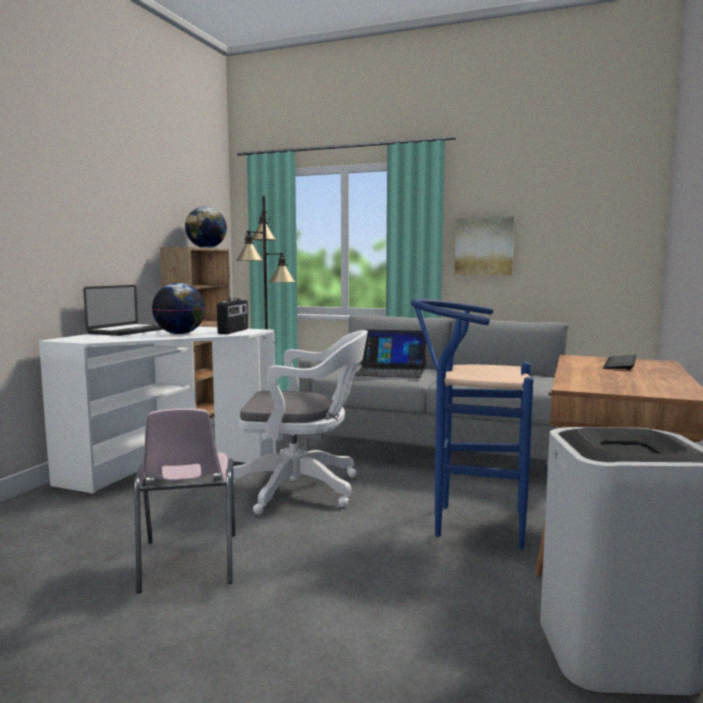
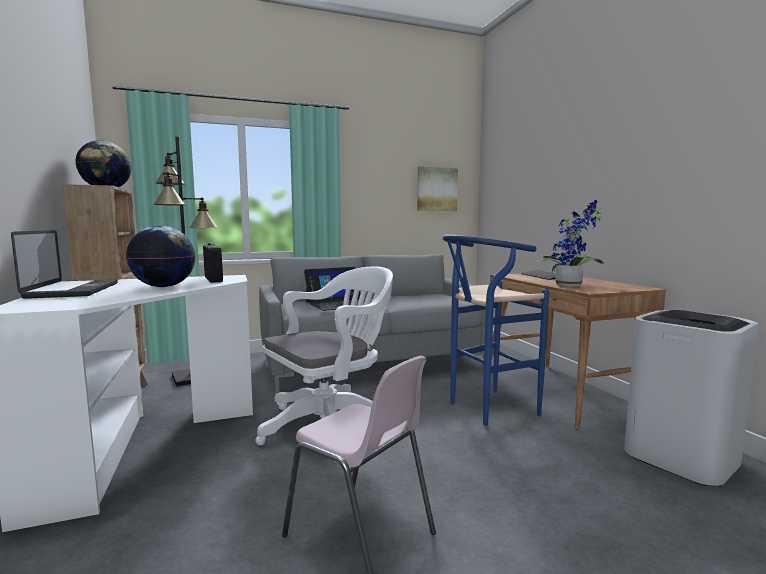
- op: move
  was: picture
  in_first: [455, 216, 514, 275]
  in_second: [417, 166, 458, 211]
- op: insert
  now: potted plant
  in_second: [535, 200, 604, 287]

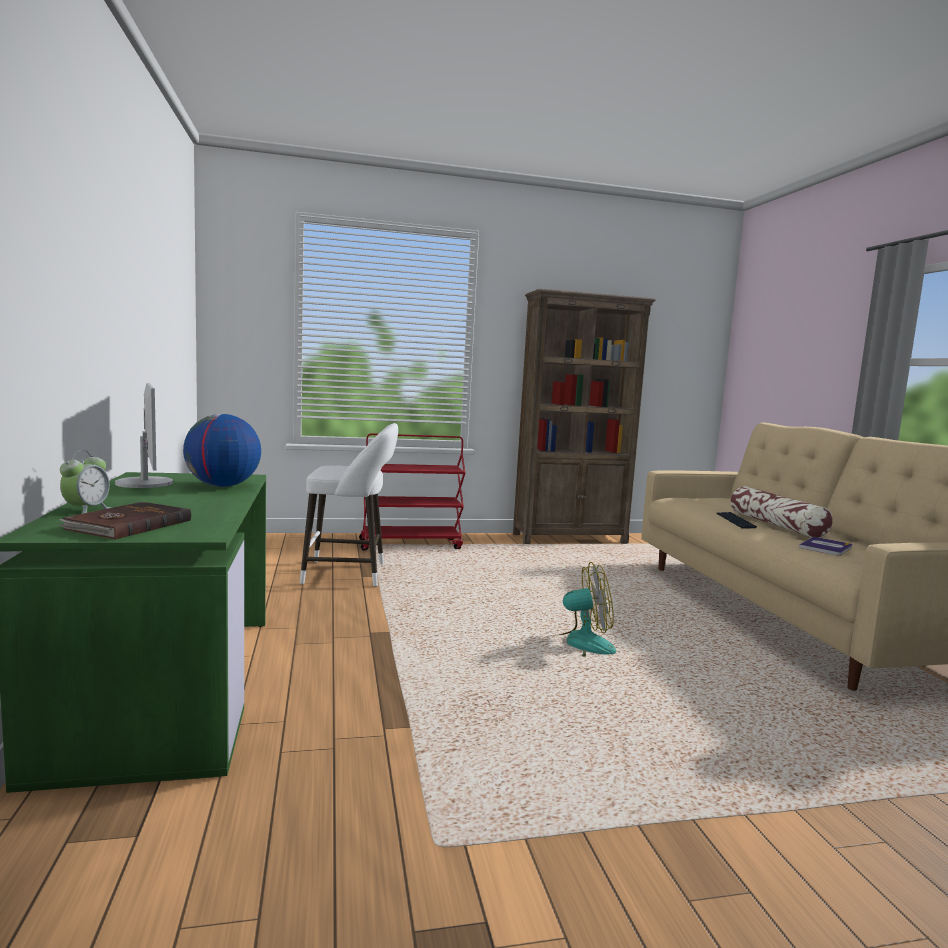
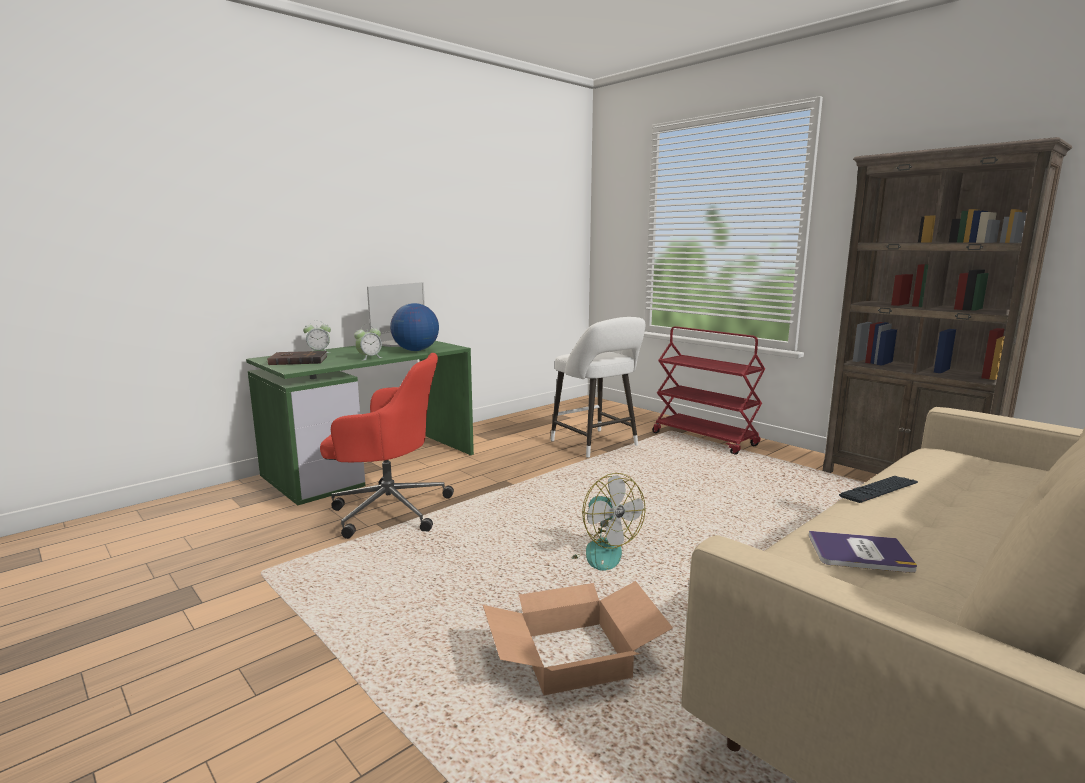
- op: delete
  was: pillow
  in_first: [731, 486, 833, 538]
- op: insert
  now: red office chair
  in_second: [320, 353, 454, 539]
- op: insert
  now: alarm clock
  in_second: [354, 324, 383, 361]
- op: insert
  now: cardboard box
  in_second: [483, 581, 673, 695]

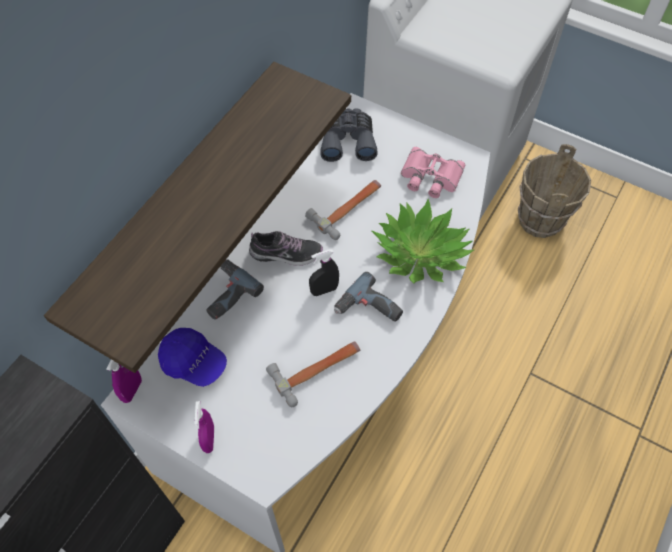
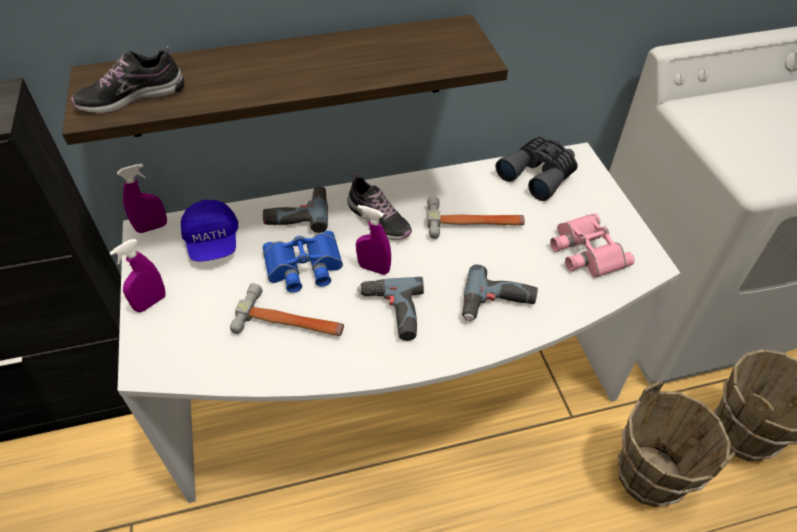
- op: recolor
  was: black spray bottle
  now: purple spray bottle
  in_first: [309, 249, 339, 296]
  in_second: [356, 205, 391, 275]
- op: replace
  was: potted plant
  now: power drill
  in_first: [372, 199, 474, 284]
  in_second: [462, 265, 538, 322]
- op: insert
  now: shoe
  in_second: [71, 46, 184, 113]
- op: insert
  now: blue binoculars
  in_second: [263, 231, 343, 293]
- op: insert
  now: brown bucket
  in_second: [617, 381, 736, 507]

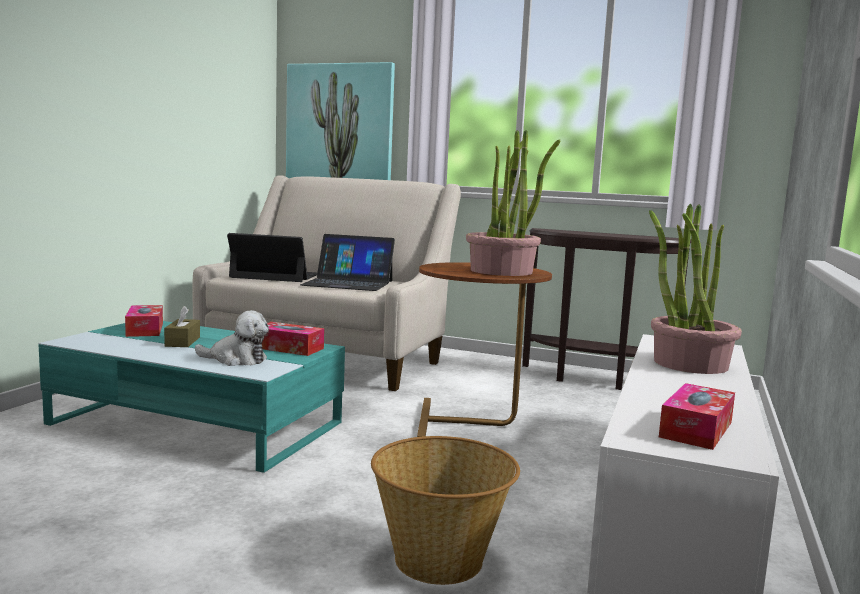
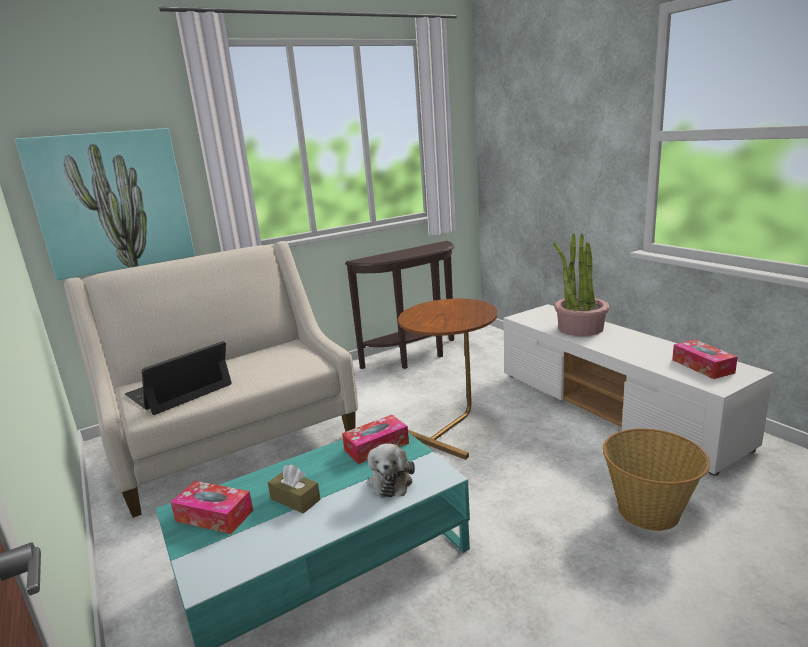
- op: rotate
  was: plush toy
  in_first: [195, 310, 269, 366]
  in_second: [367, 444, 415, 498]
  clockwise: 135
- op: delete
  was: laptop
  in_first: [300, 234, 395, 291]
- op: delete
  was: potted plant
  in_first: [466, 130, 560, 276]

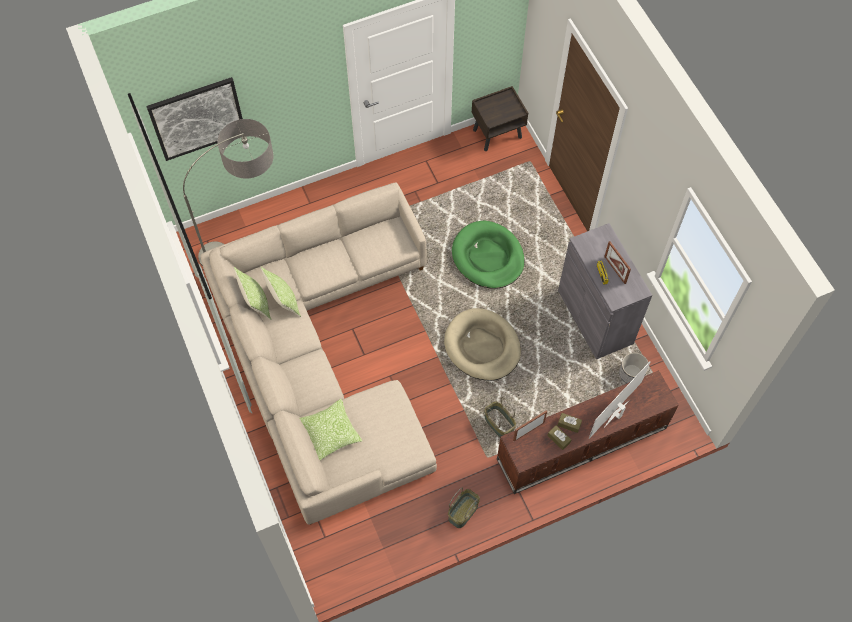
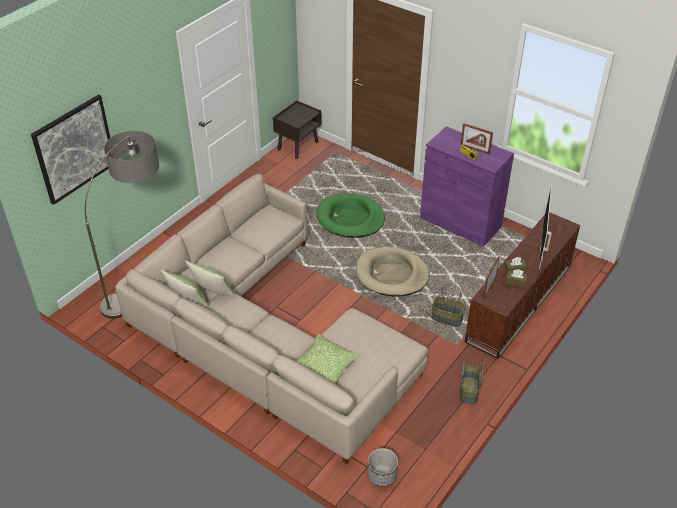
- op: recolor
  was: grey cabinet
  now: purple cabinet
  in_first: [558, 223, 652, 359]
  in_second: [420, 126, 514, 247]
- op: move
  was: planter
  in_first: [619, 352, 649, 383]
  in_second: [368, 448, 398, 487]

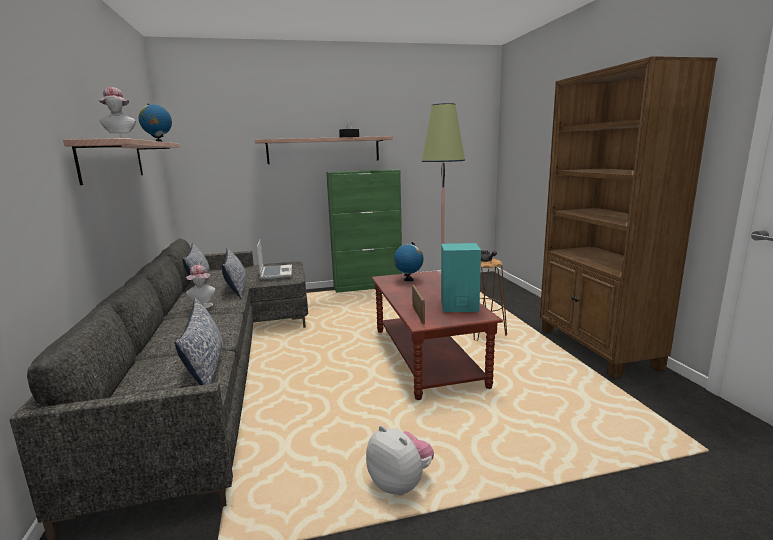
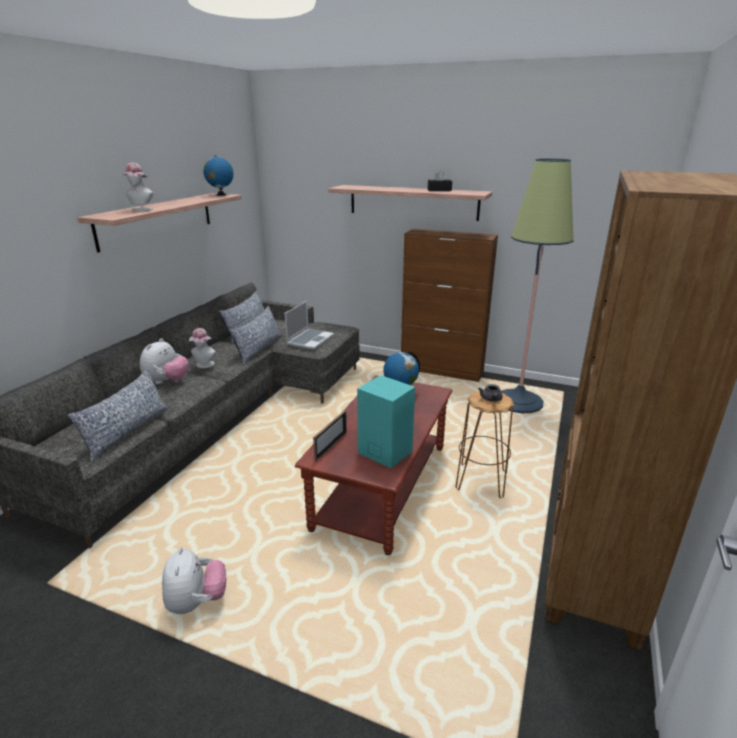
- op: recolor
  was: green cabinet
  now: brown cabinet
  in_first: [326, 169, 402, 293]
  in_second: [401, 229, 498, 382]
- op: insert
  now: plush toy
  in_second: [139, 338, 189, 384]

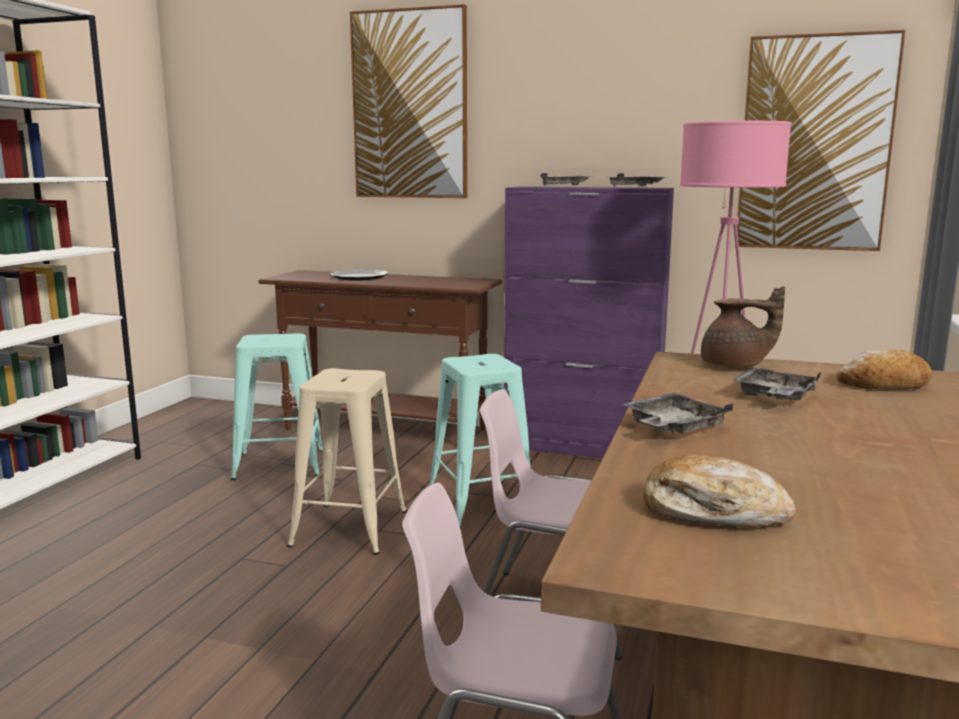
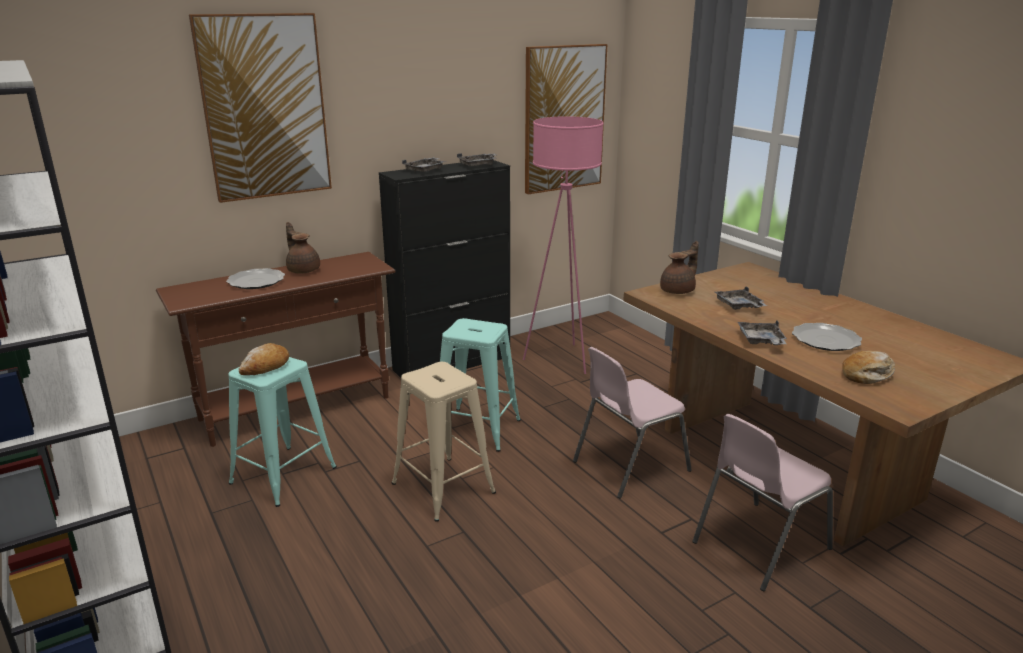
- op: recolor
  was: purple cabinet
  now: black cabinet
  in_first: [504, 187, 674, 458]
  in_second: [379, 160, 510, 378]
- op: move
  was: bread
  in_first: [836, 349, 932, 390]
  in_second: [239, 343, 289, 375]
- op: insert
  now: brown teapot
  in_second: [286, 222, 320, 273]
- op: insert
  now: plate
  in_second: [792, 323, 862, 351]

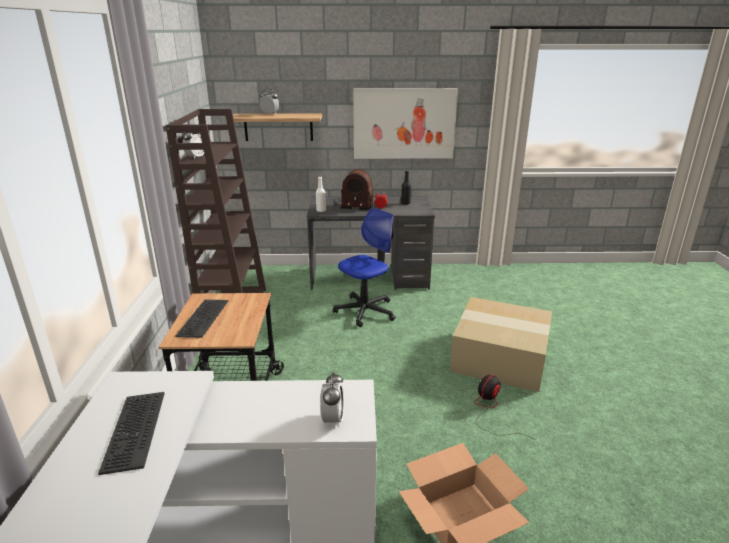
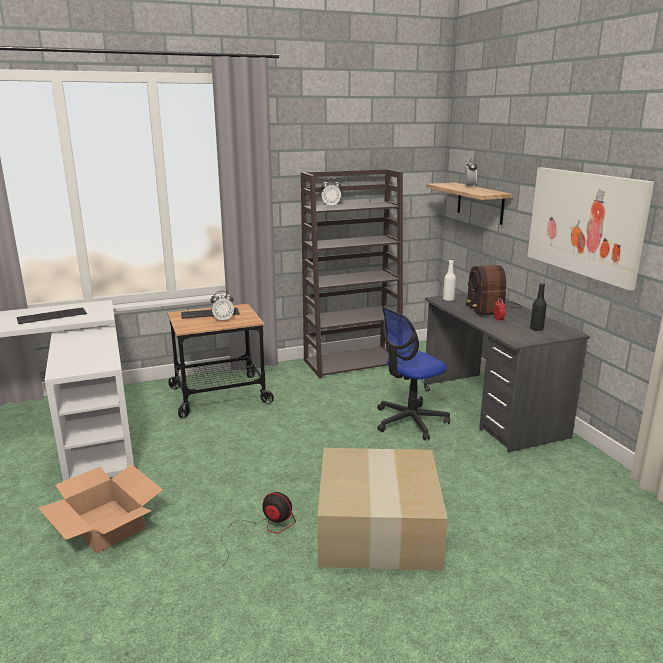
- op: move
  was: alarm clock
  in_first: [320, 372, 344, 427]
  in_second: [210, 291, 234, 322]
- op: rotate
  was: office chair
  in_first: [333, 208, 396, 327]
  in_second: [377, 307, 450, 440]
  clockwise: 120

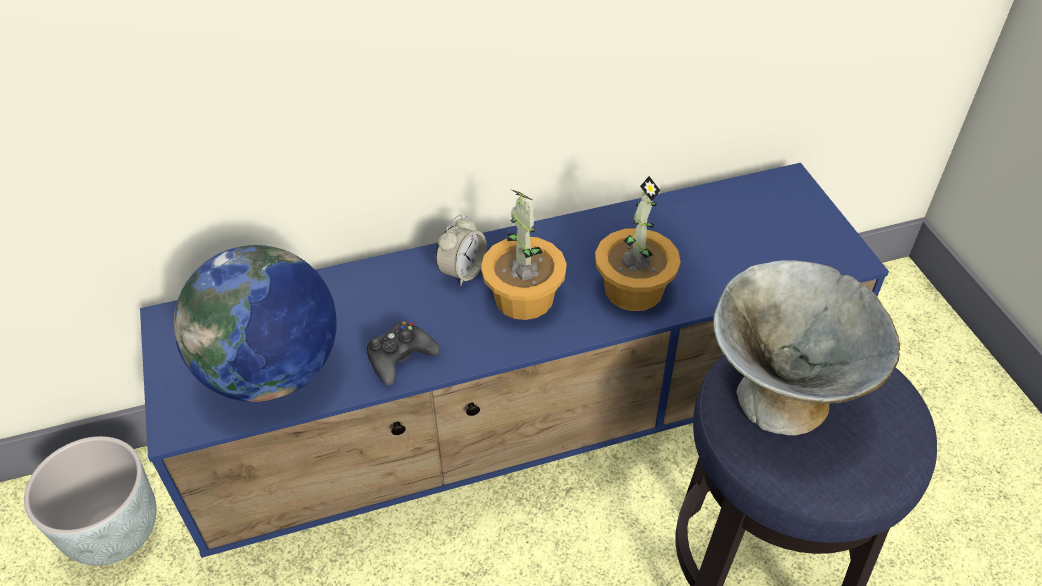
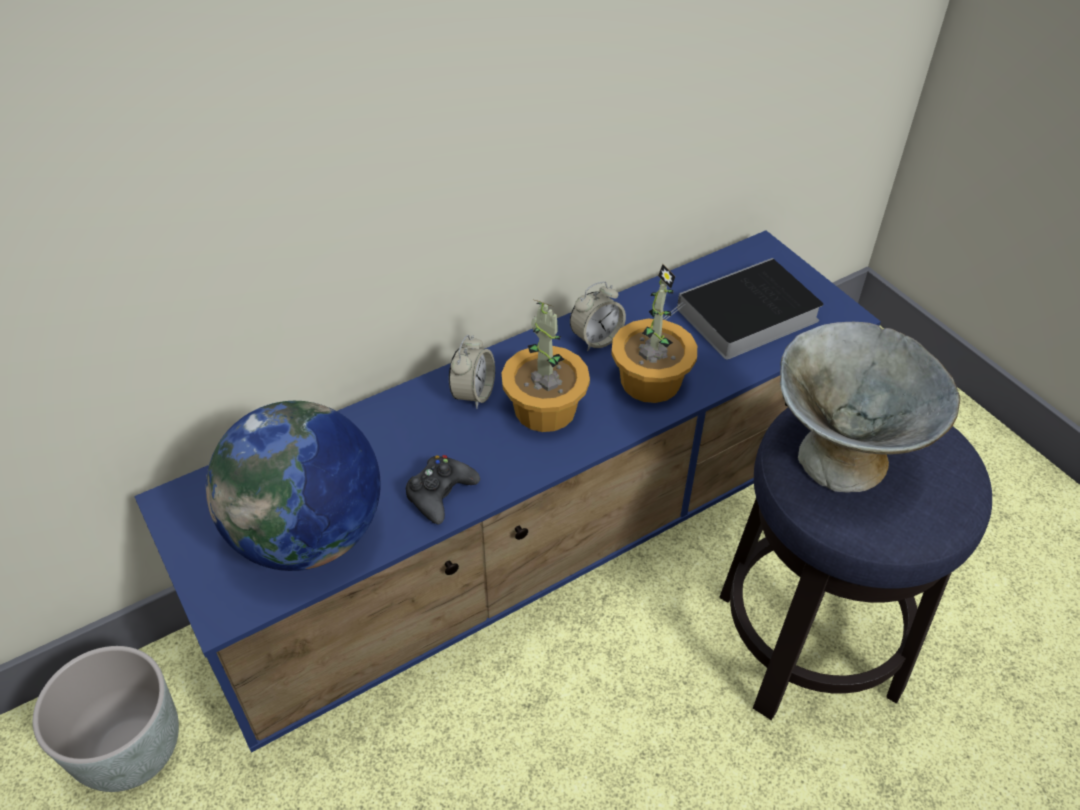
- op: insert
  now: alarm clock
  in_second: [570, 281, 626, 351]
- op: insert
  now: book
  in_second: [663, 258, 824, 359]

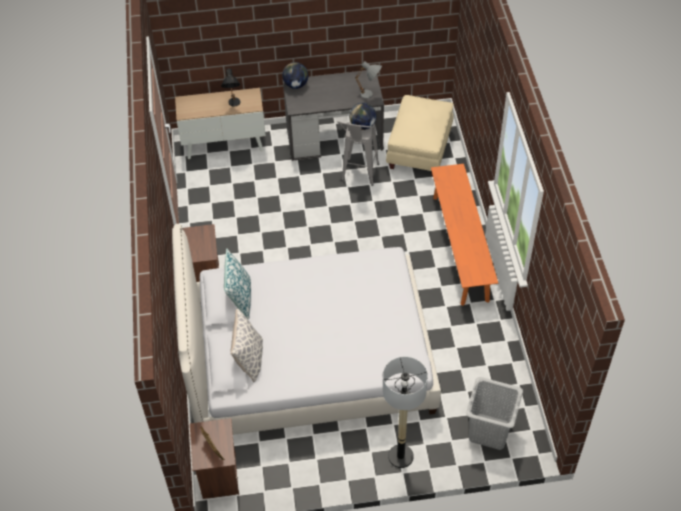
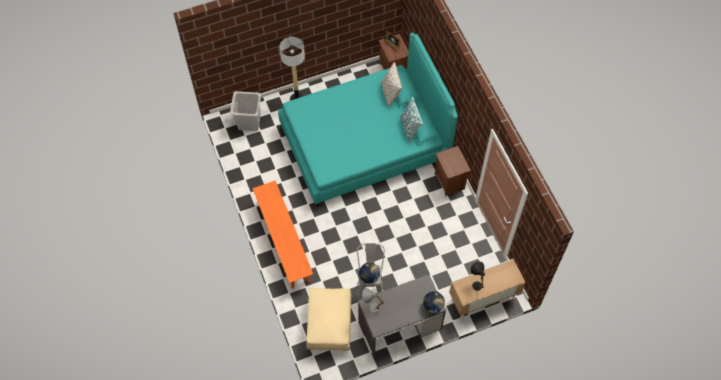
- op: recolor
  was: white bed
  now: turquoise bed
  in_first: [172, 224, 441, 435]
  in_second: [278, 33, 458, 207]

